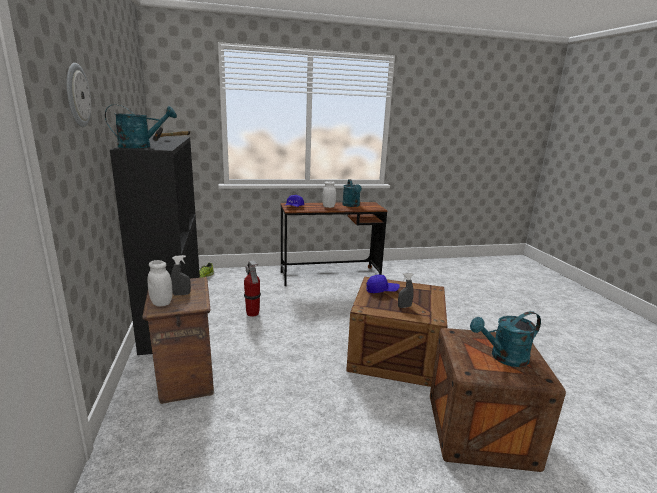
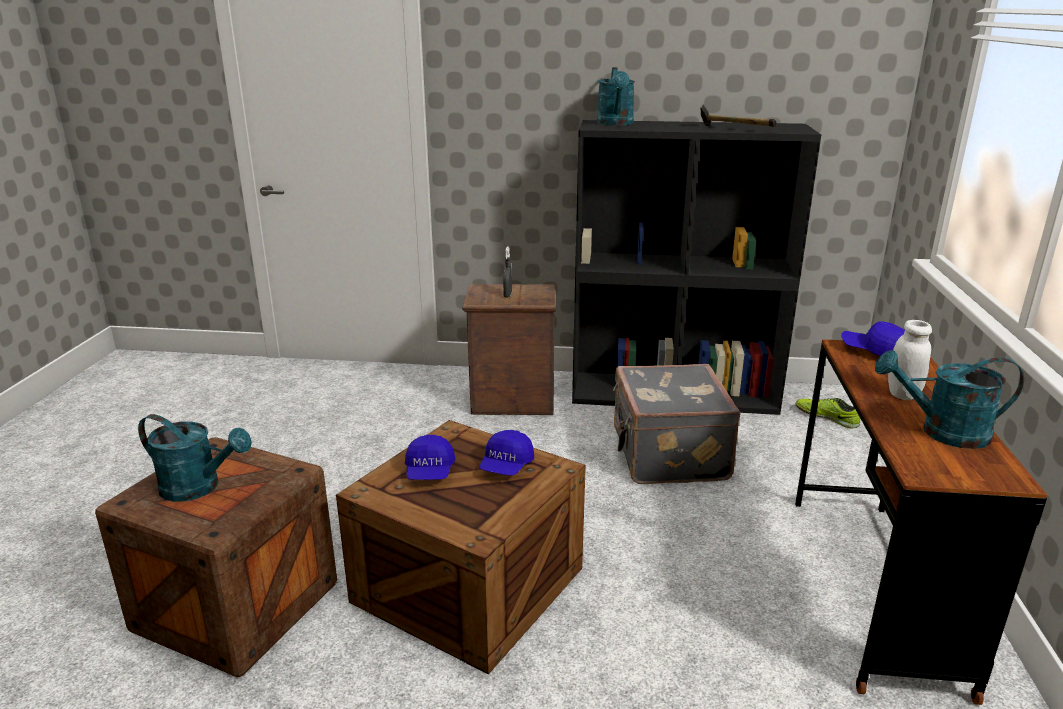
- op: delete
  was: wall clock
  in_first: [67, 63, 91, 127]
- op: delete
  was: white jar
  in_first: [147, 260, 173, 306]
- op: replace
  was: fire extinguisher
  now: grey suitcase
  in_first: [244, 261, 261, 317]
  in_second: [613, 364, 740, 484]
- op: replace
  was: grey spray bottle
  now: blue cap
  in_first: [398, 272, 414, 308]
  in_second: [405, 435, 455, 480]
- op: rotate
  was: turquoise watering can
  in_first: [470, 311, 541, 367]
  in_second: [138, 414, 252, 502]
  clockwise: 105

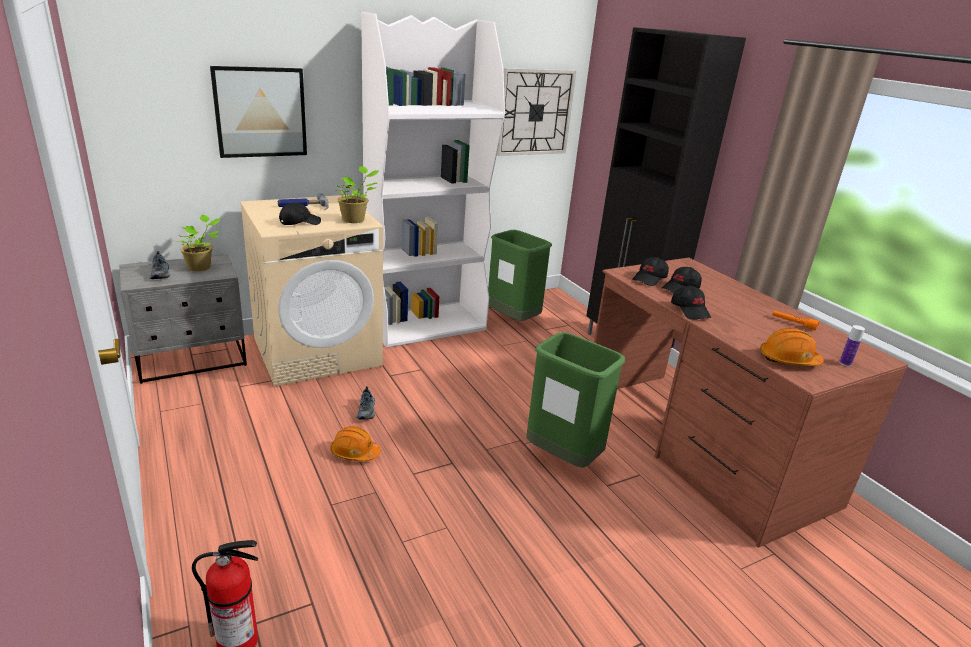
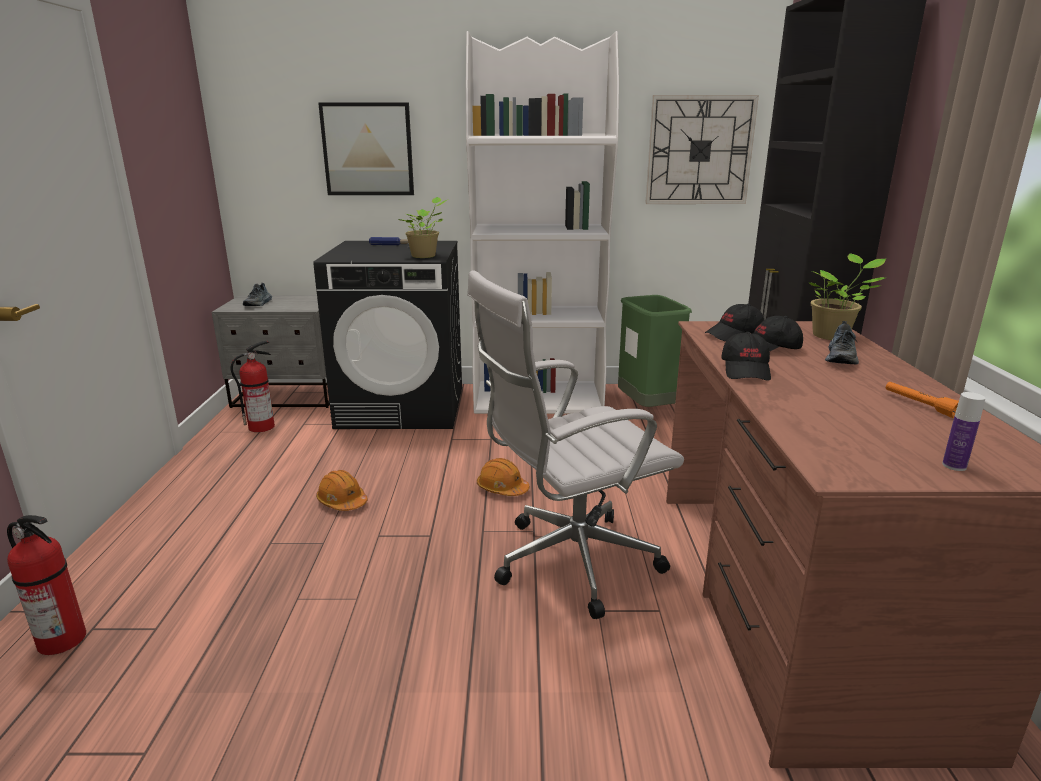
- op: move
  was: potted plant
  in_first: [175, 215, 221, 271]
  in_second: [809, 253, 886, 340]
- op: recolor
  was: beige washing machine
  now: black washing machine
  in_first: [240, 195, 383, 386]
  in_second: [313, 241, 462, 429]
- op: delete
  was: black cap
  in_first: [279, 203, 321, 225]
- op: move
  was: shoe
  in_first: [356, 386, 375, 420]
  in_second: [825, 321, 859, 364]
- op: replace
  was: green trash can
  now: white office chair
  in_first: [526, 332, 625, 468]
  in_second: [467, 270, 684, 619]
- op: move
  was: orange hard hat
  in_first: [760, 328, 824, 366]
  in_second: [477, 458, 530, 496]
- op: insert
  now: fire extinguisher
  in_second: [230, 341, 275, 432]

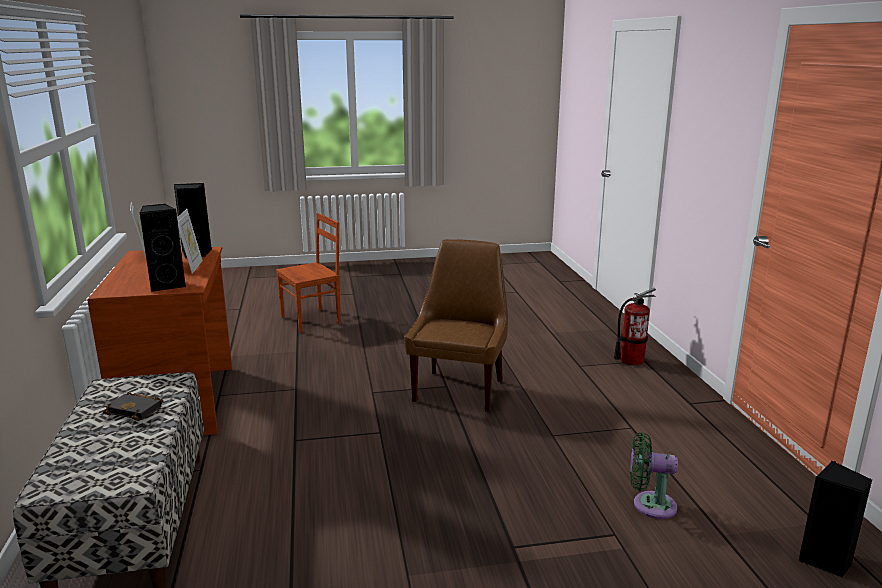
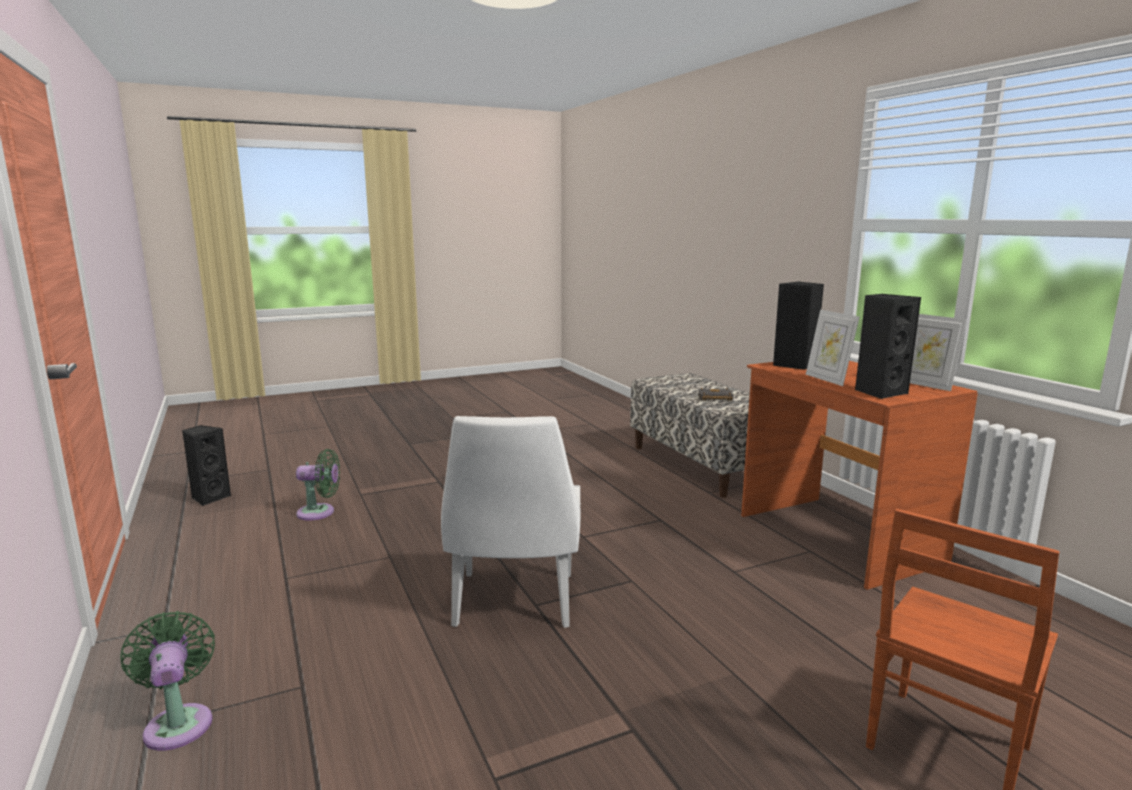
- op: recolor
  was: brown chair
  now: white chair
  in_first: [404, 239, 508, 412]
  in_second: [441, 416, 580, 628]
- op: replace
  was: fire extinguisher
  now: green fan
  in_first: [614, 288, 656, 366]
  in_second: [120, 611, 215, 751]

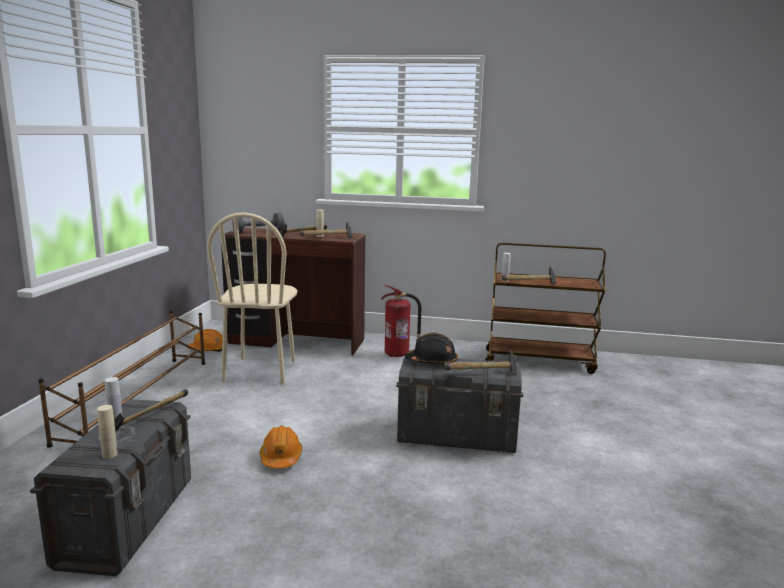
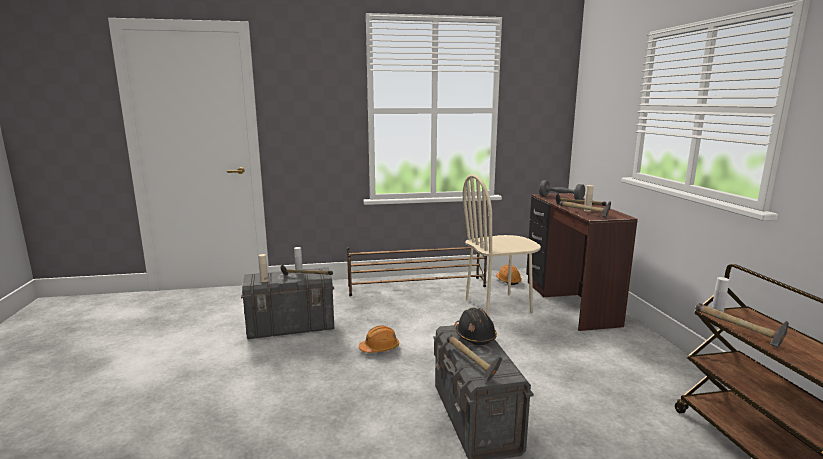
- op: delete
  was: fire extinguisher
  in_first: [381, 285, 422, 357]

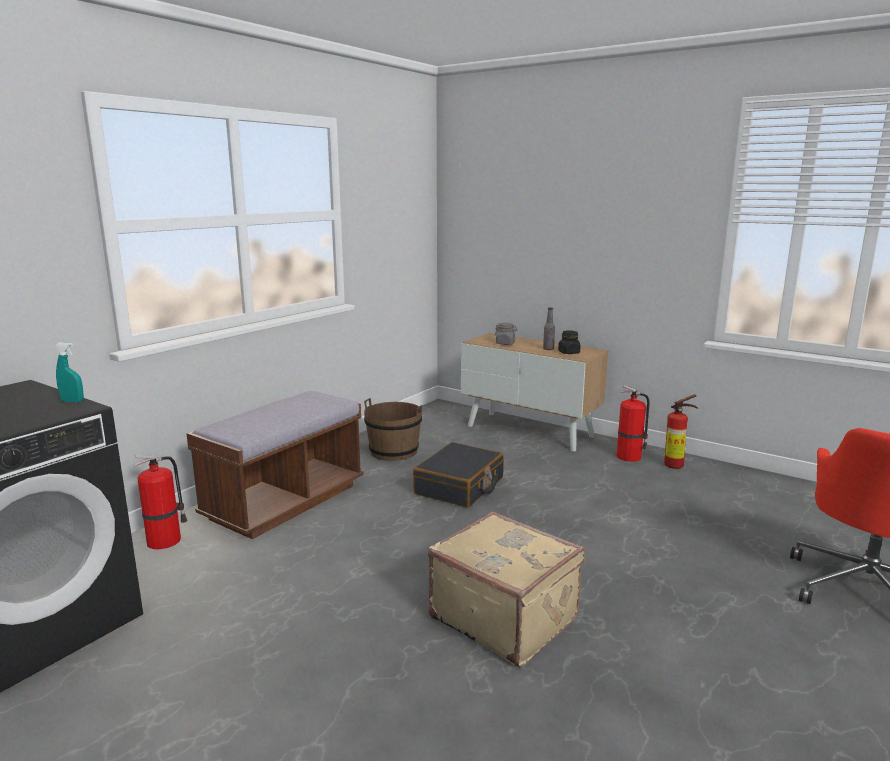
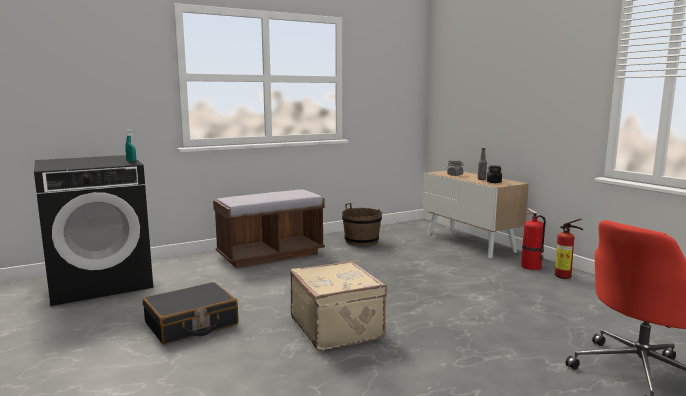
- op: delete
  was: fire extinguisher
  in_first: [133, 455, 187, 549]
- op: move
  was: black suitcase
  in_first: [413, 442, 504, 508]
  in_second: [143, 282, 238, 344]

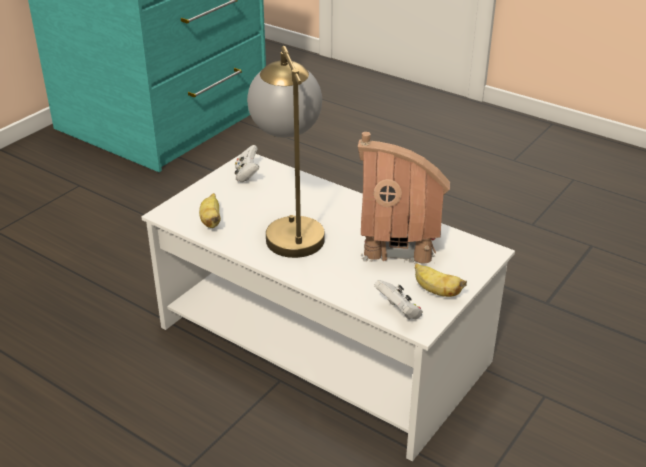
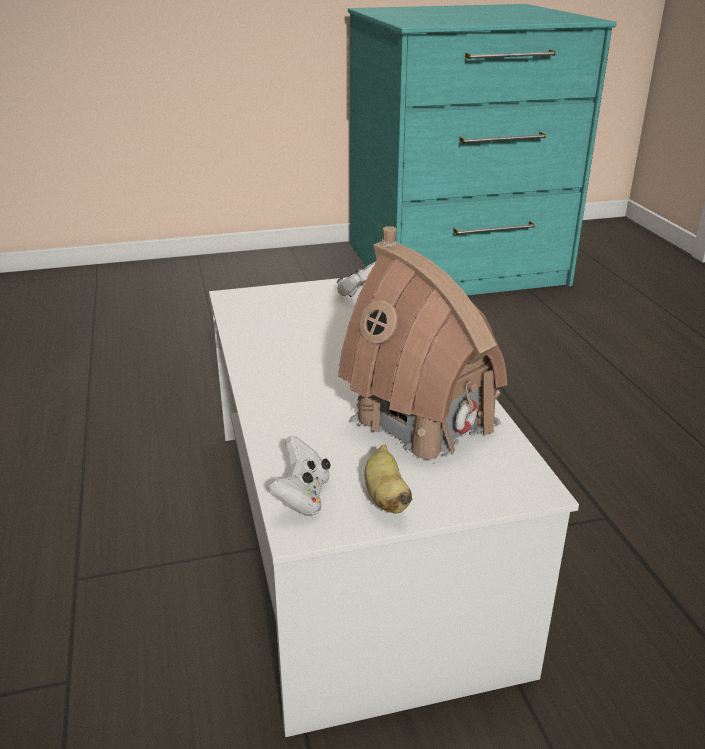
- op: delete
  was: banana
  in_first: [199, 193, 221, 228]
- op: delete
  was: table lamp
  in_first: [247, 46, 325, 258]

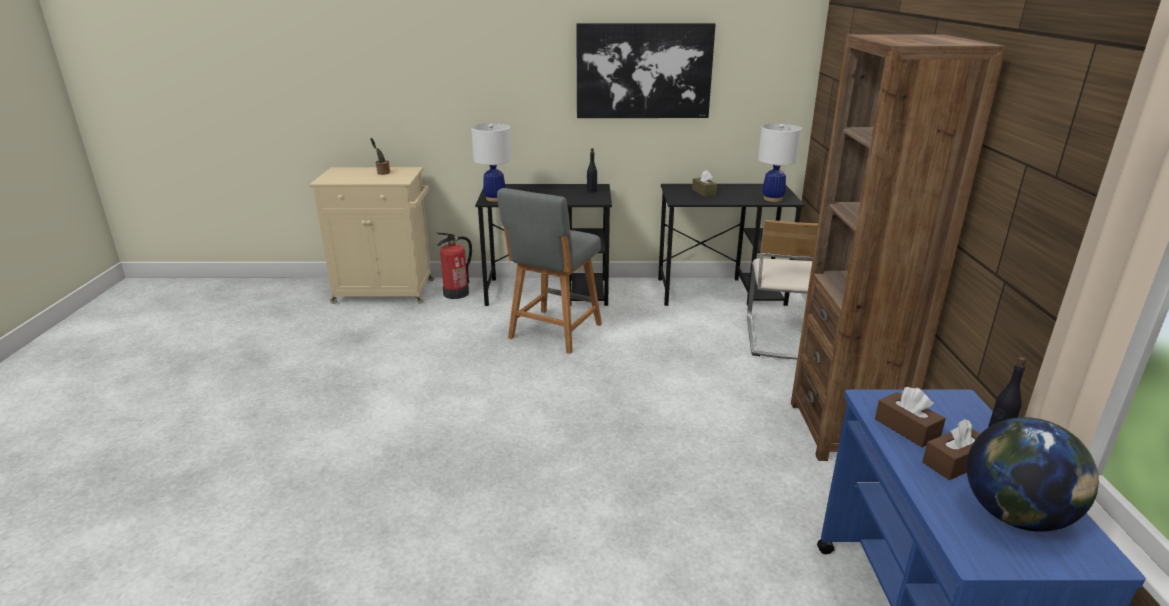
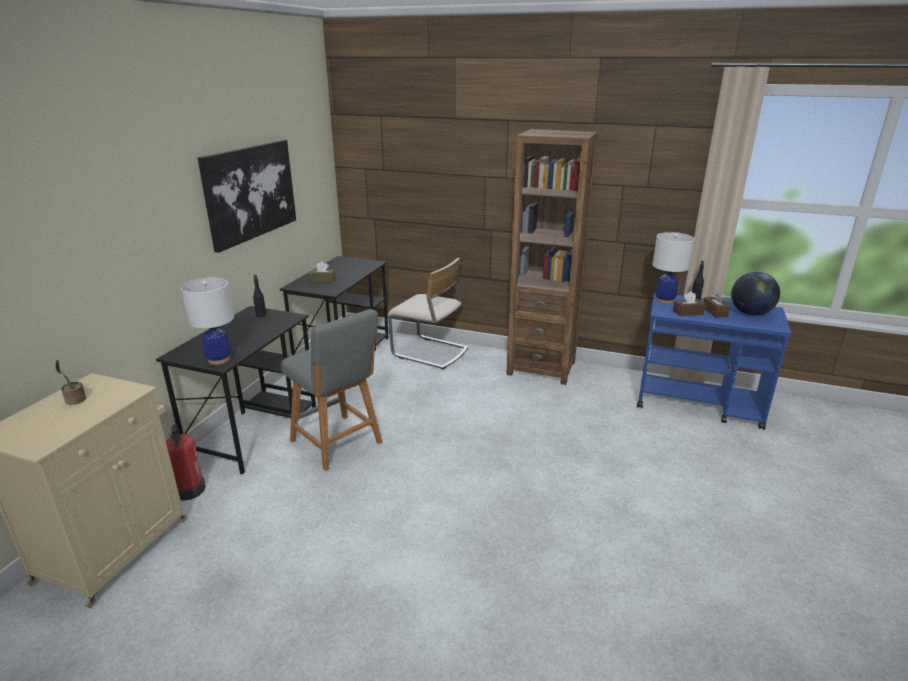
- op: move
  was: white table lamp
  in_first: [758, 123, 802, 202]
  in_second: [652, 232, 695, 304]

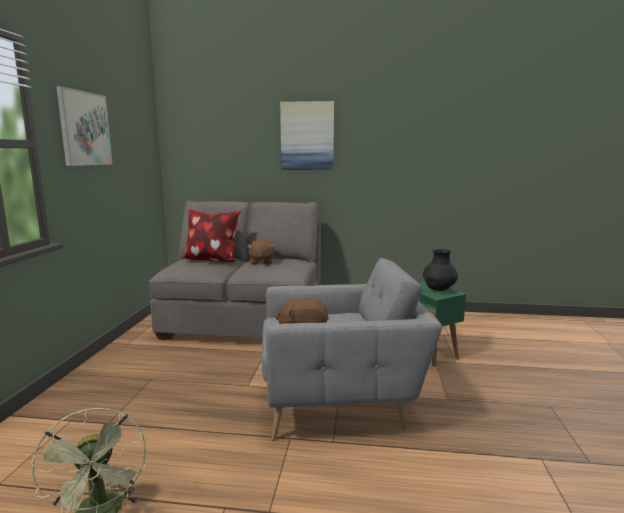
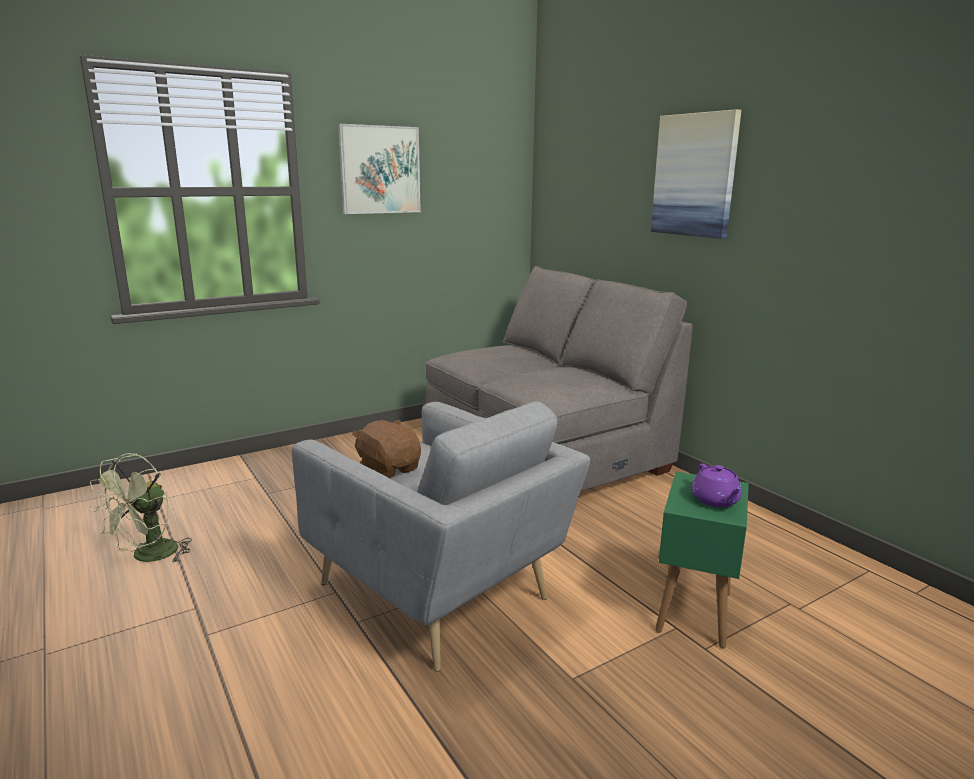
- op: delete
  was: pillow
  in_first: [182, 209, 241, 262]
- op: delete
  was: brown plush toy
  in_first: [247, 239, 274, 265]
- op: replace
  was: black vase
  now: purple teapot
  in_first: [423, 249, 458, 291]
  in_second: [692, 464, 742, 507]

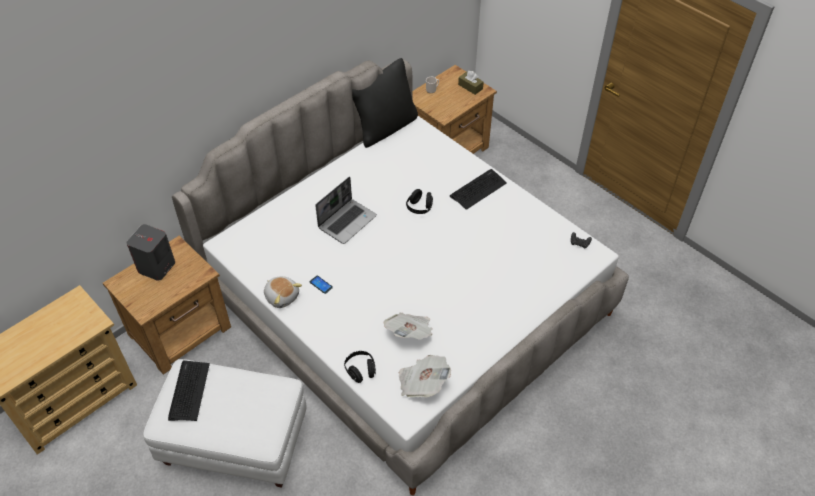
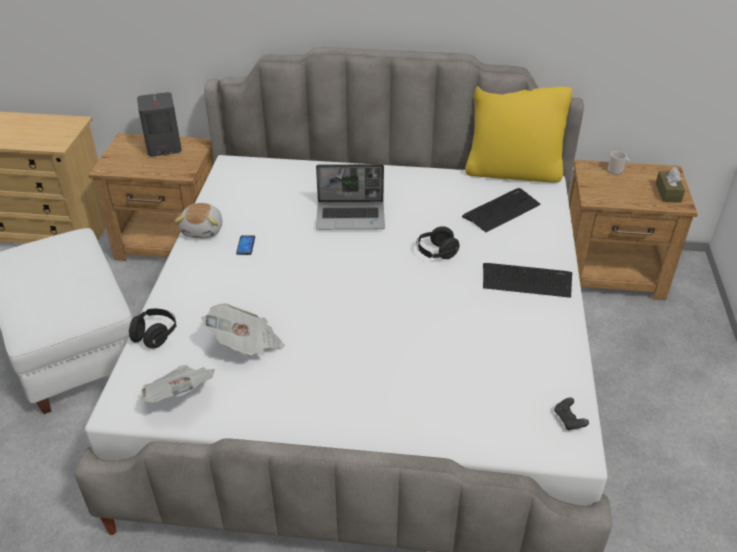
- op: move
  was: keyboard
  in_first: [168, 360, 210, 421]
  in_second: [462, 188, 541, 232]
- op: recolor
  was: black pillow
  now: yellow pillow
  in_first: [352, 58, 418, 148]
  in_second: [465, 86, 572, 183]

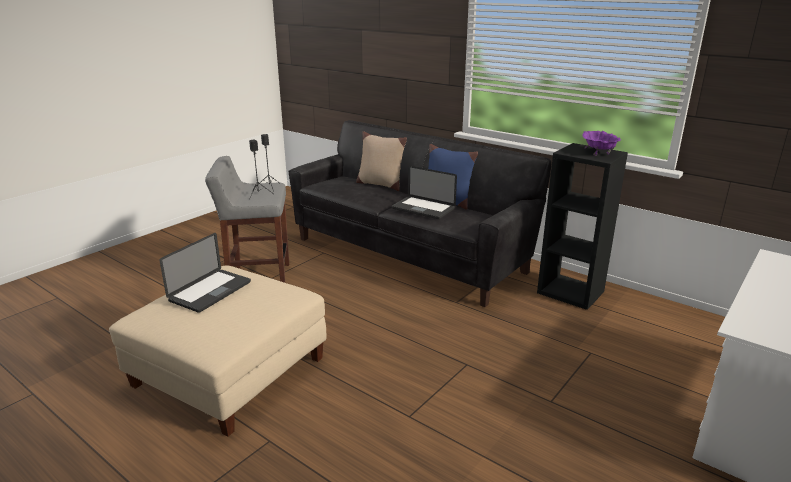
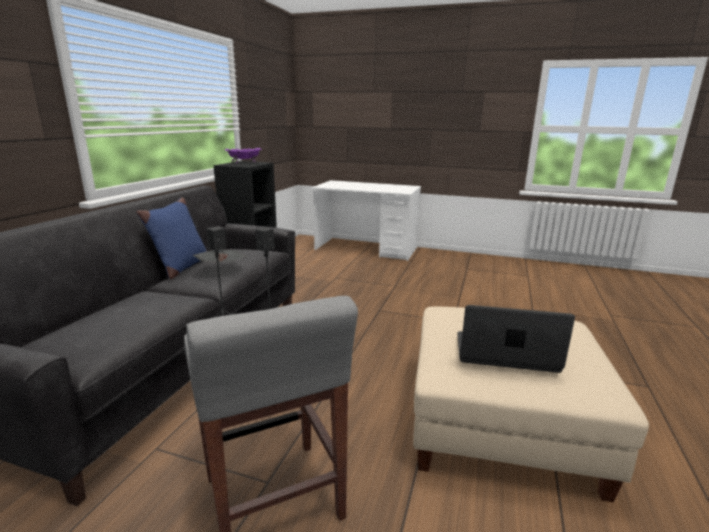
- op: delete
  was: beige pillow
  in_first: [356, 131, 407, 191]
- op: replace
  was: laptop
  now: newspaper
  in_first: [392, 166, 457, 219]
  in_second: [192, 249, 246, 262]

